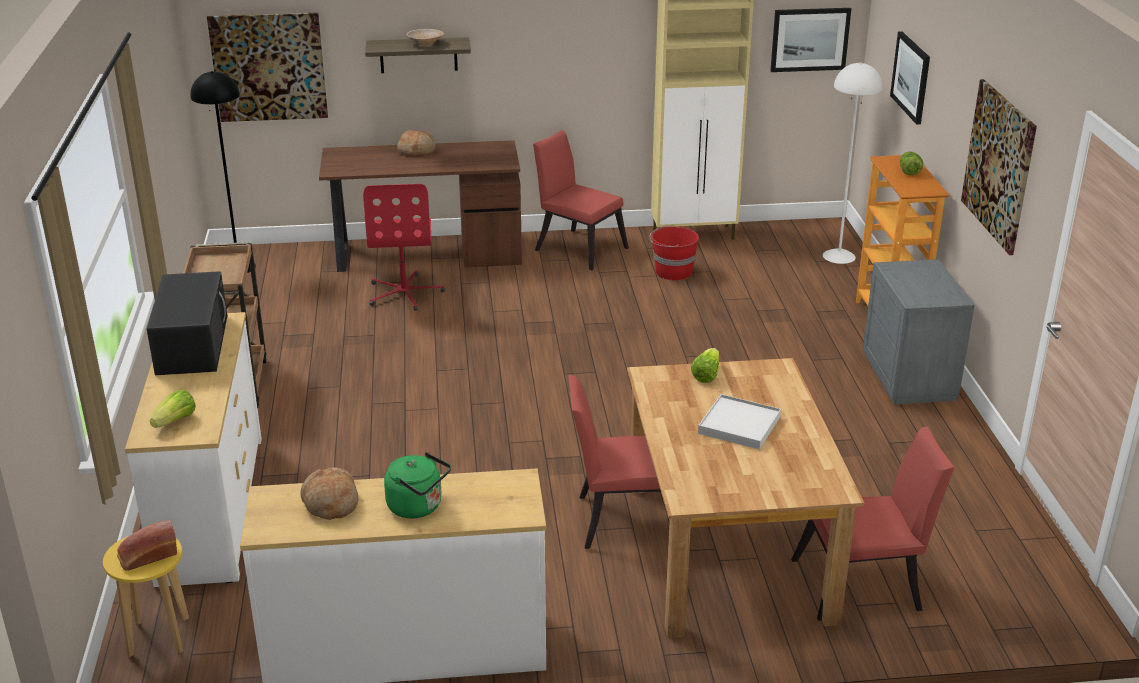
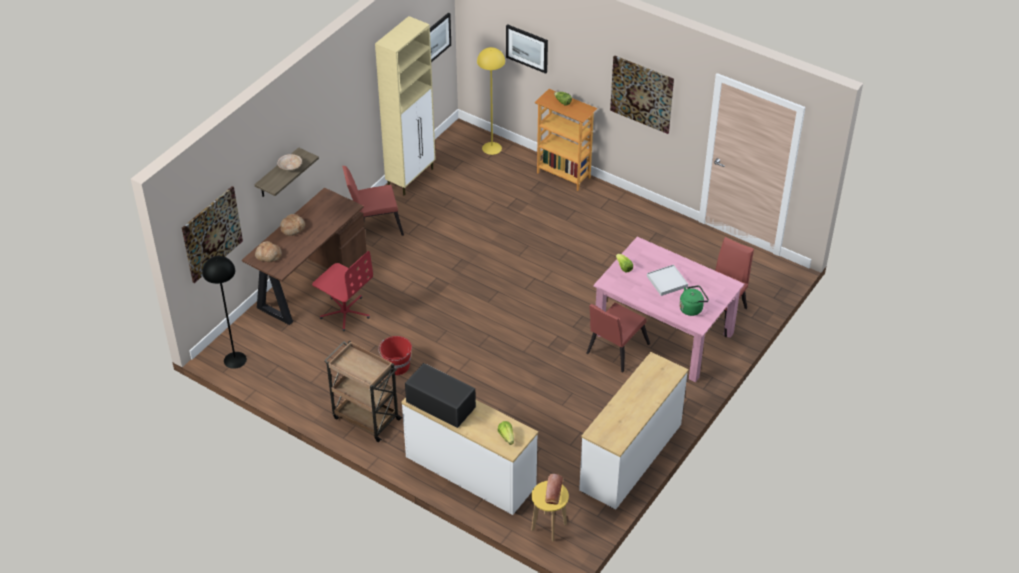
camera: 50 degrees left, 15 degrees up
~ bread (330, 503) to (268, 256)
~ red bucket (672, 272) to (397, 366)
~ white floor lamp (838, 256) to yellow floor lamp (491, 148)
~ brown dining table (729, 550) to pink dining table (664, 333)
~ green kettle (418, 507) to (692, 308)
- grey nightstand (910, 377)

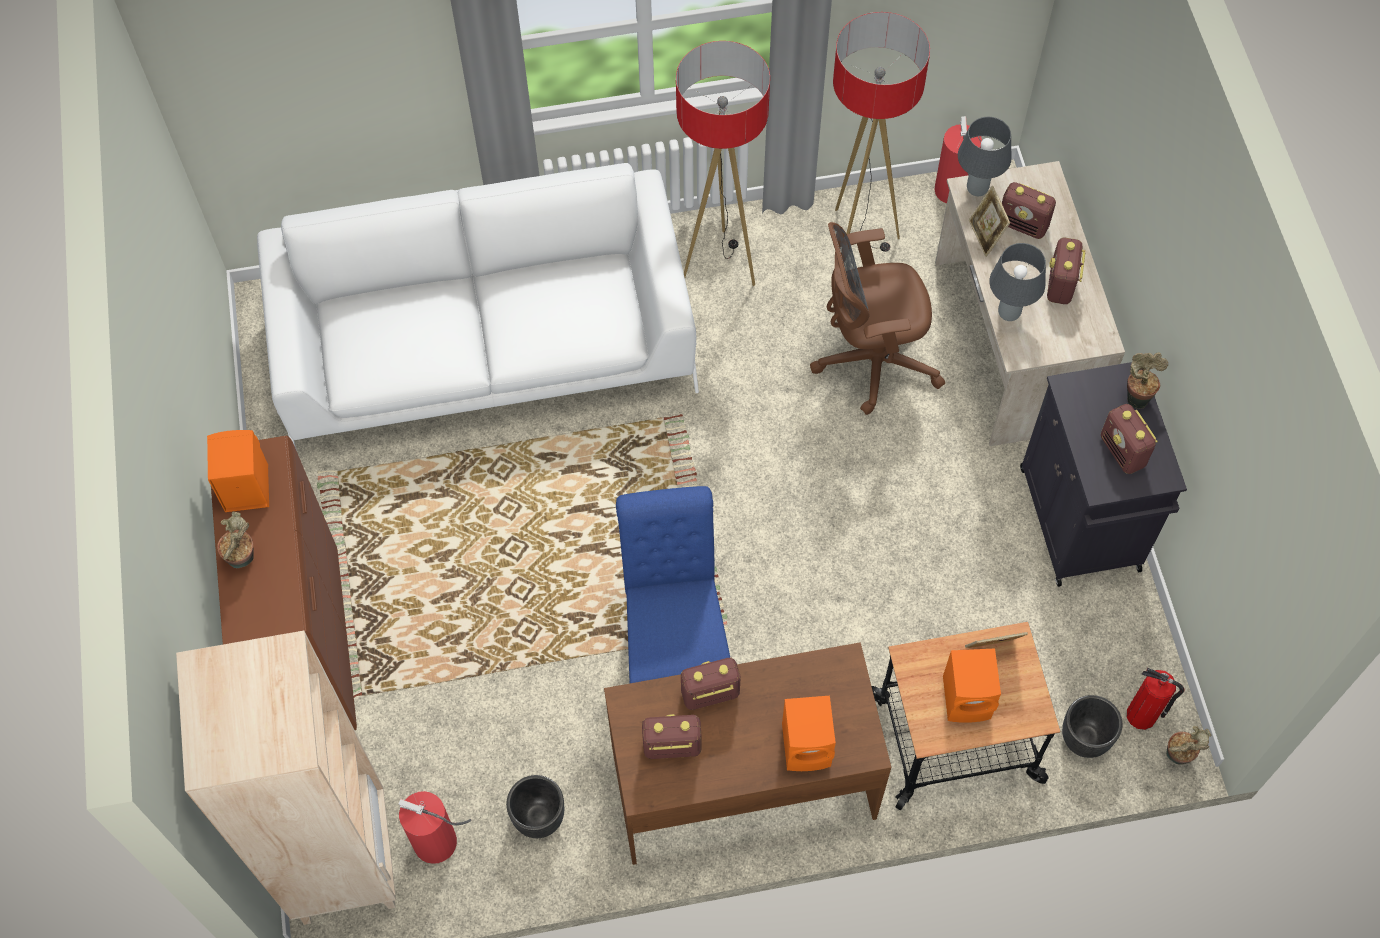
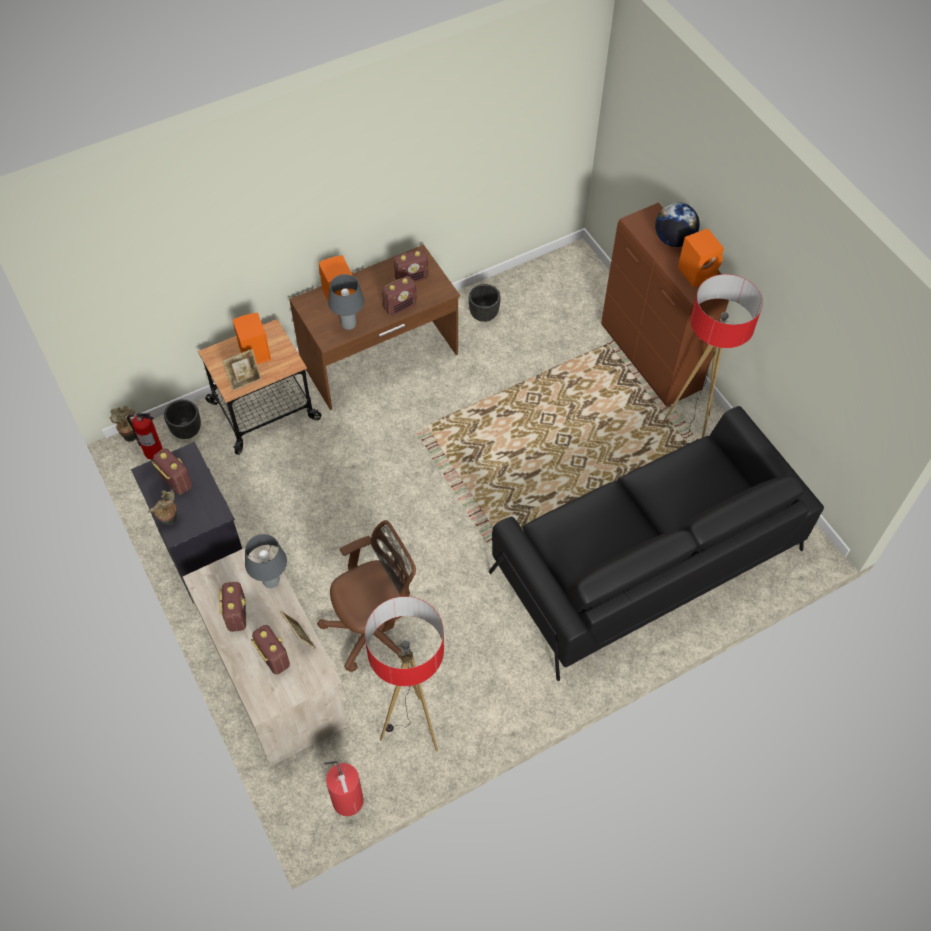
camera: 160 degrees right, 5 degrees down
~ radio (1023, 225) = (273, 657) 45 degrees clockwise
~ grey table lamp (977, 189) to (348, 325)
~ white sofa (486, 347) to black sofa (646, 560)
~ potted plant (244, 560) to globe (673, 240)
~ floor lamp (720, 265) to (690, 430)
- beige bookcase (343, 861)
- fire extinguisher (437, 843)
- blue chair (675, 647)

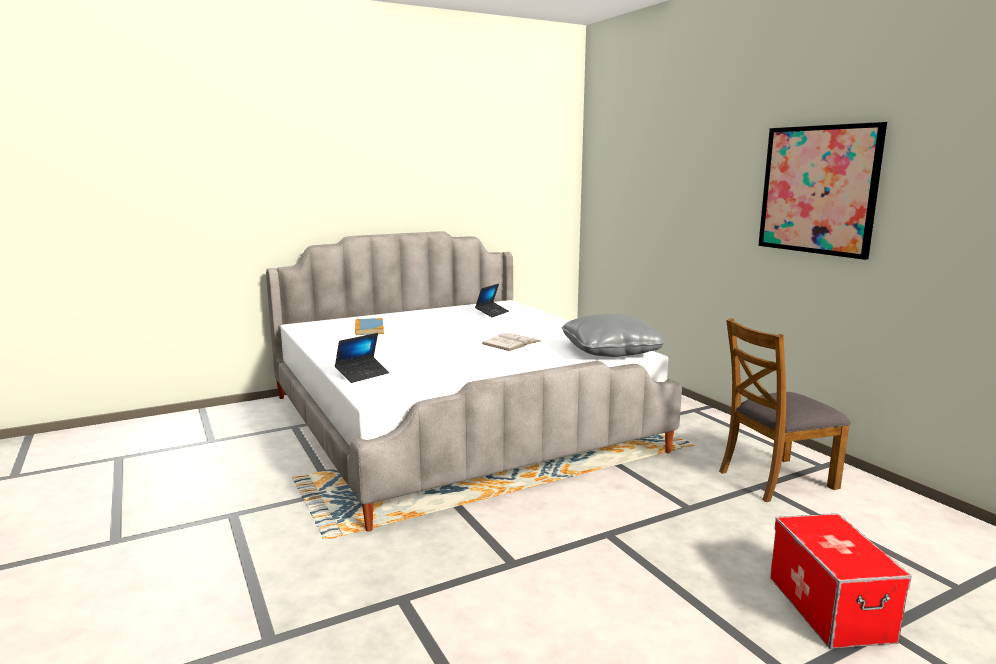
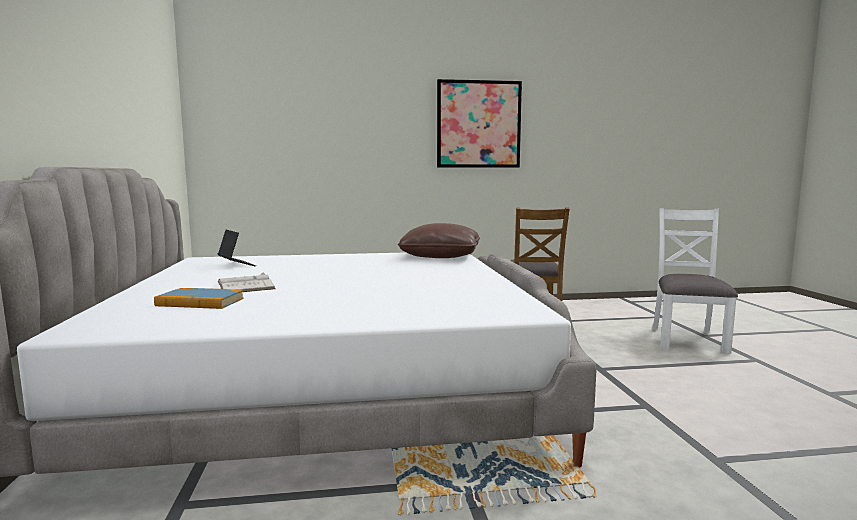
camera: 70 degrees left, 5 degrees down
~ white book (511, 342) to (245, 285)
~ grey pillow (610, 352) to brown pillow (441, 256)
~ storage box (830, 608) to white chair (687, 339)
- laptop (362, 374)

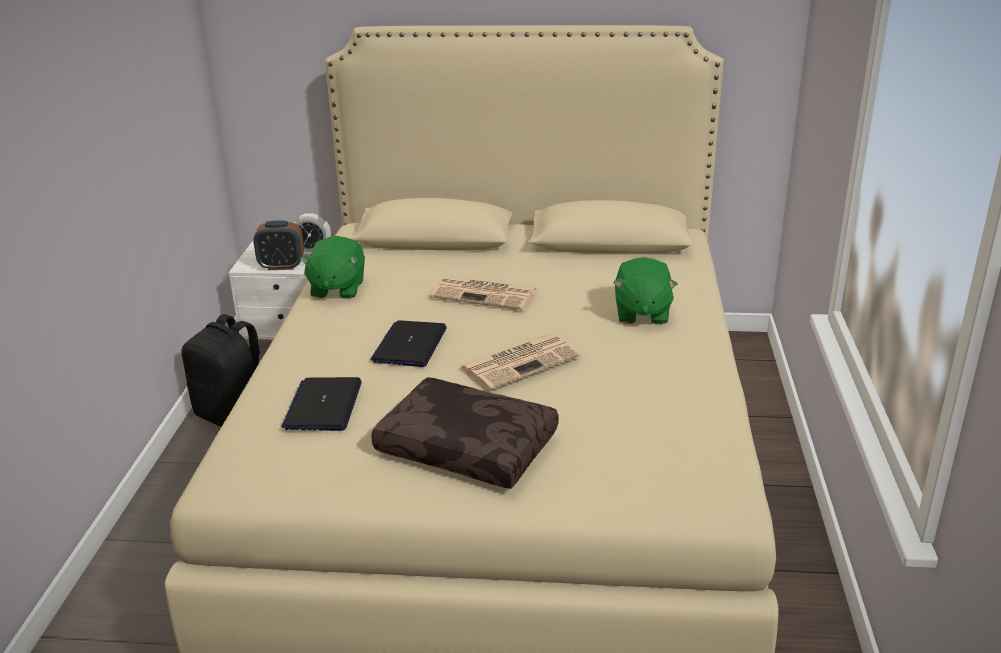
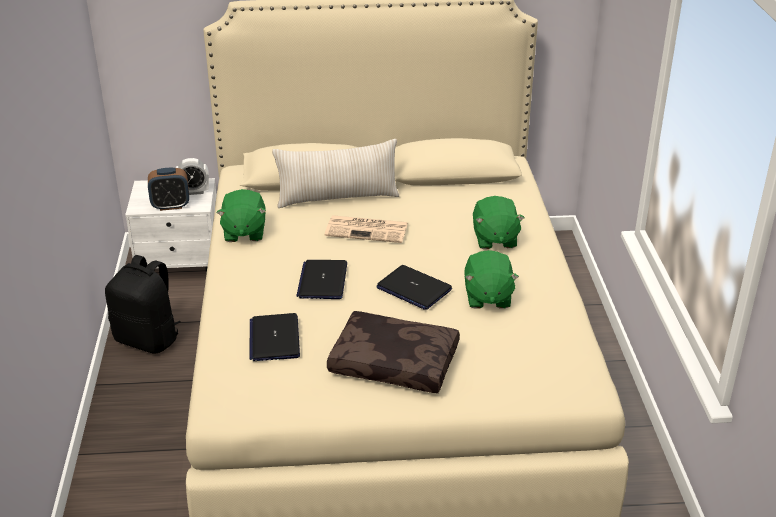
camera: 10 degrees left, 5 degrees up
+ beige pillow (337, 198)
~ newspaper (520, 361) to laptop (413, 289)
+ green plush toy (487, 297)

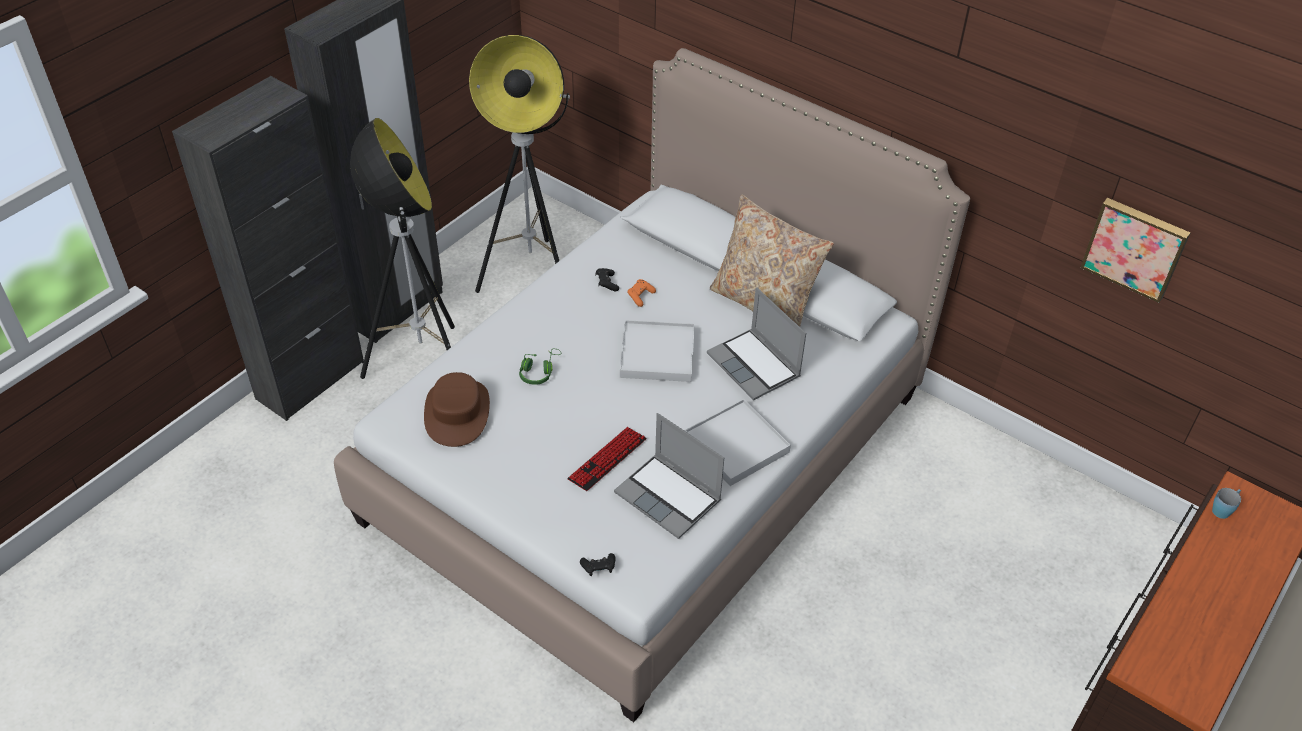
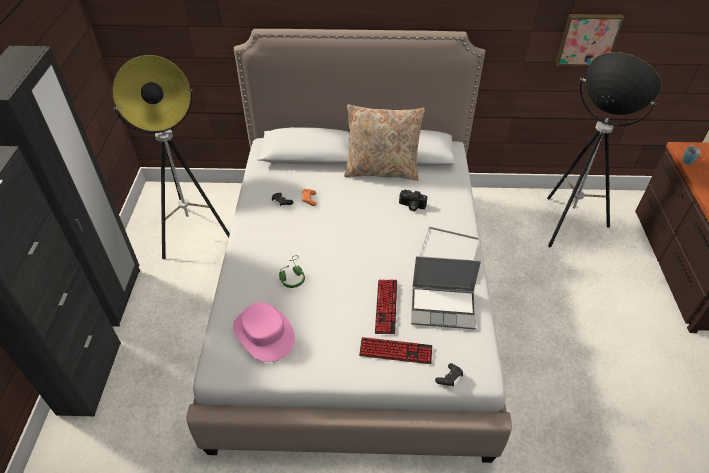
camera: 35 degrees left, 0 degrees up
~ brown hat (457, 413) to pink hat (264, 333)
+ keyboard (395, 351)
~ laptop (755, 366) to photo camera (411, 206)
~ floor lamp (423, 367) to (567, 224)
- white tray (657, 354)

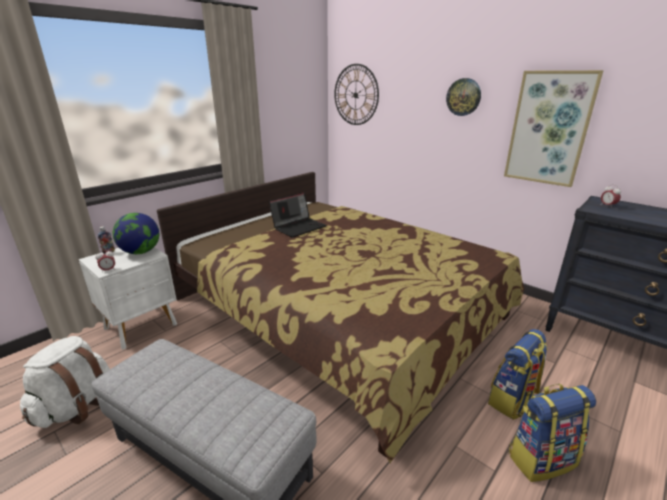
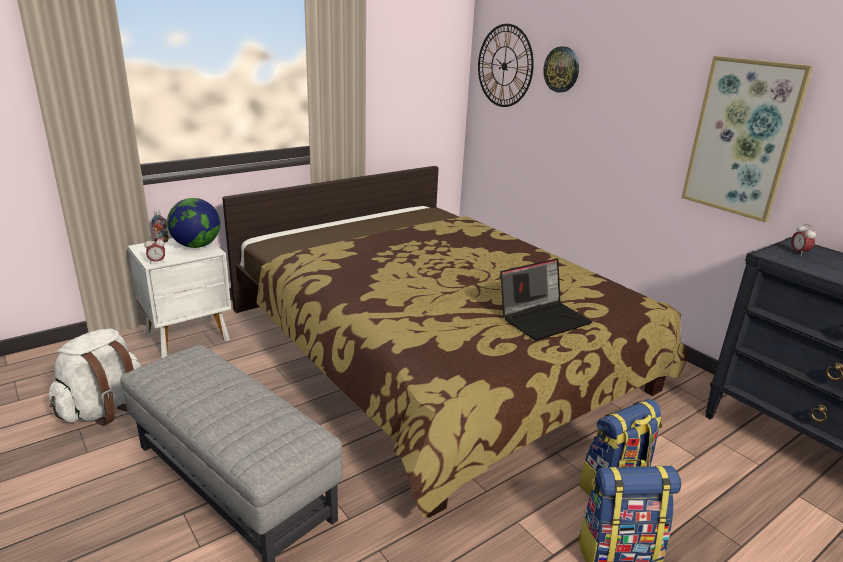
camera: 10 degrees right, 0 degrees up
~ laptop (299, 227) to (543, 318)
~ wall clock (463, 97) to (561, 69)

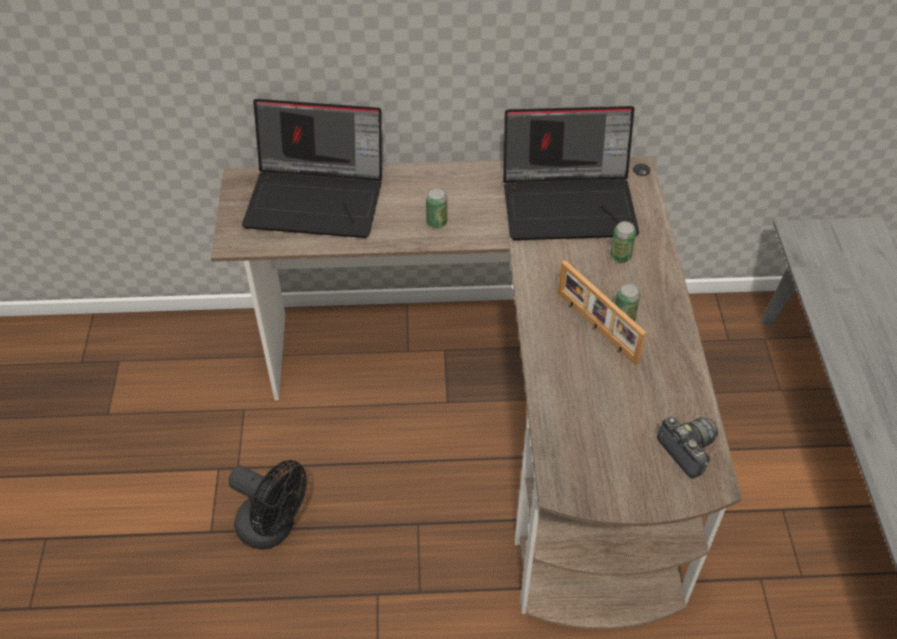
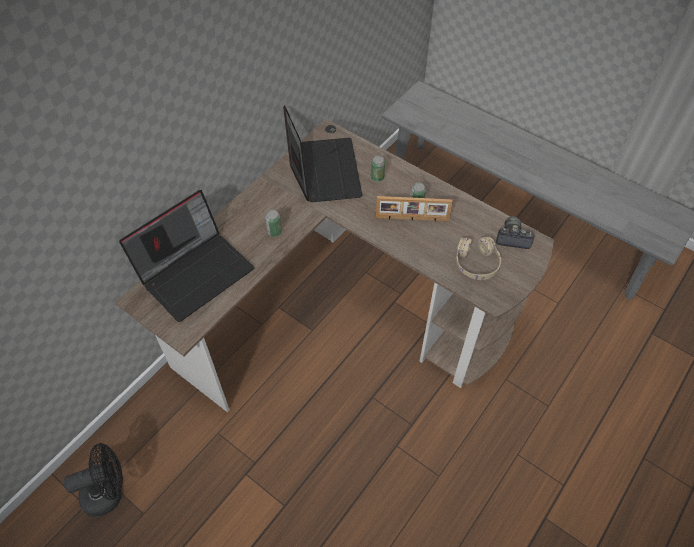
camera: 50 degrees left, 5 degrees up
~ black fan (274, 528) to (109, 492)
~ laptop (570, 203) = (322, 170) 45 degrees counterclockwise
+ beige headphones (476, 263)

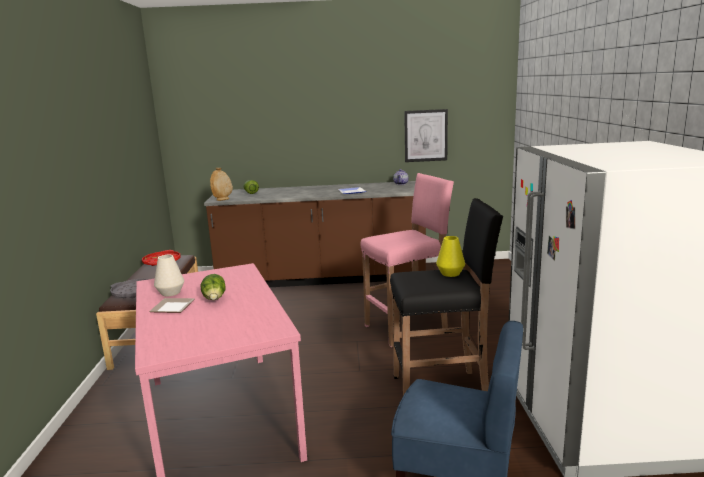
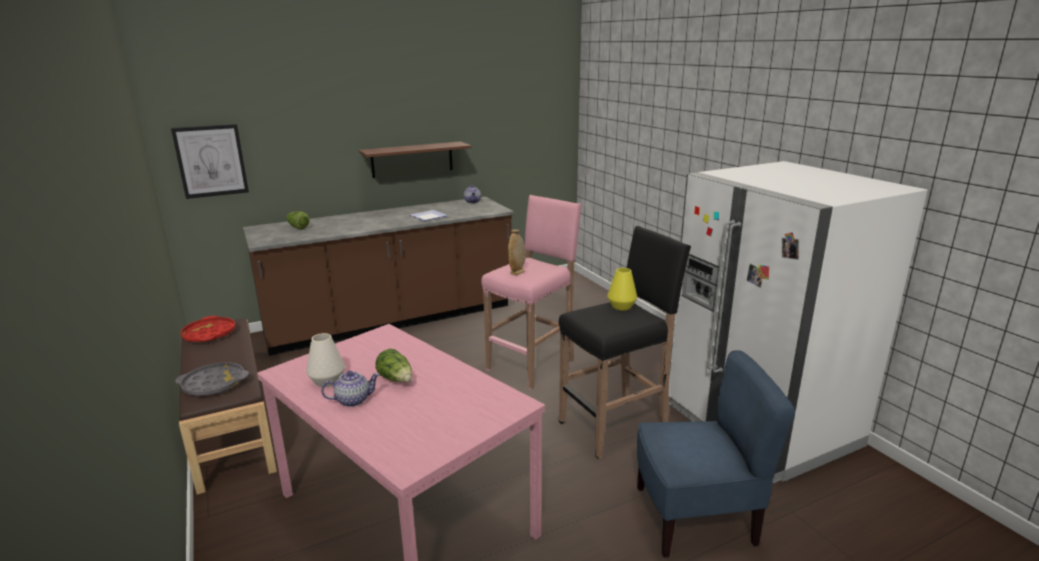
camera: 25 degrees left, 5 degrees up
~ picture (425, 135) to (211, 161)
~ plate (172, 307) to teapot (353, 400)
+ brown shelf (412, 159)
~ beige vase (223, 199) to (517, 272)

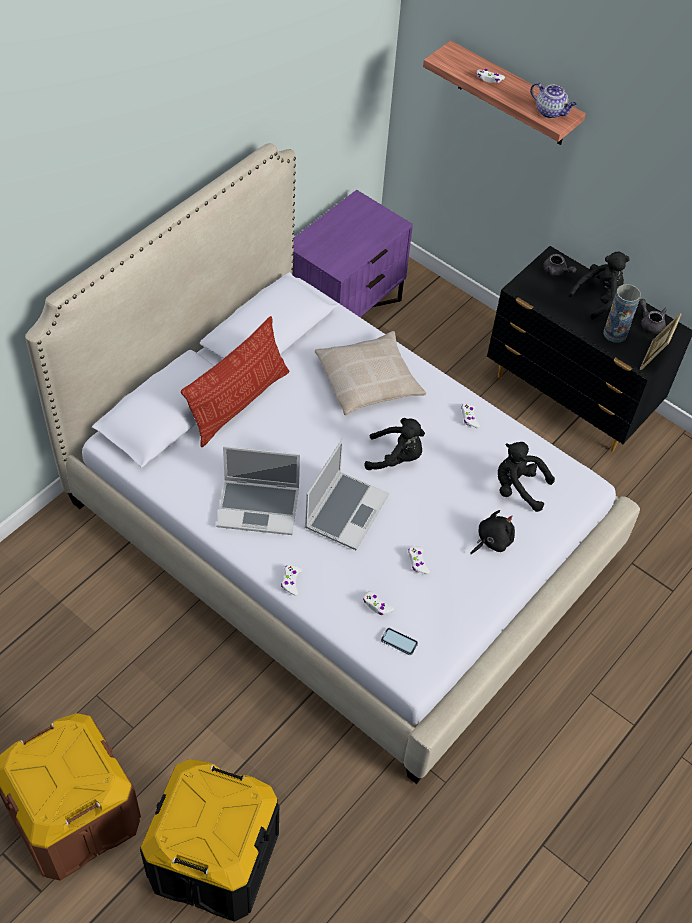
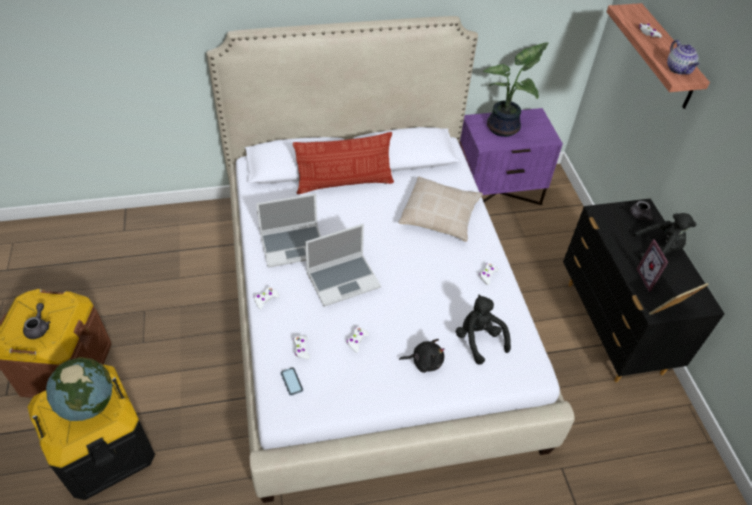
camera: 40 degrees right, 5 degrees down
~ grey teapot (650, 323) to (39, 327)
+ globe (88, 404)
~ laptop (259, 507) = (293, 245) 60 degrees counterclockwise
+ potted plant (505, 128)
~ vase (615, 333) to picture frame (650, 279)
- black plush toy (396, 457)

